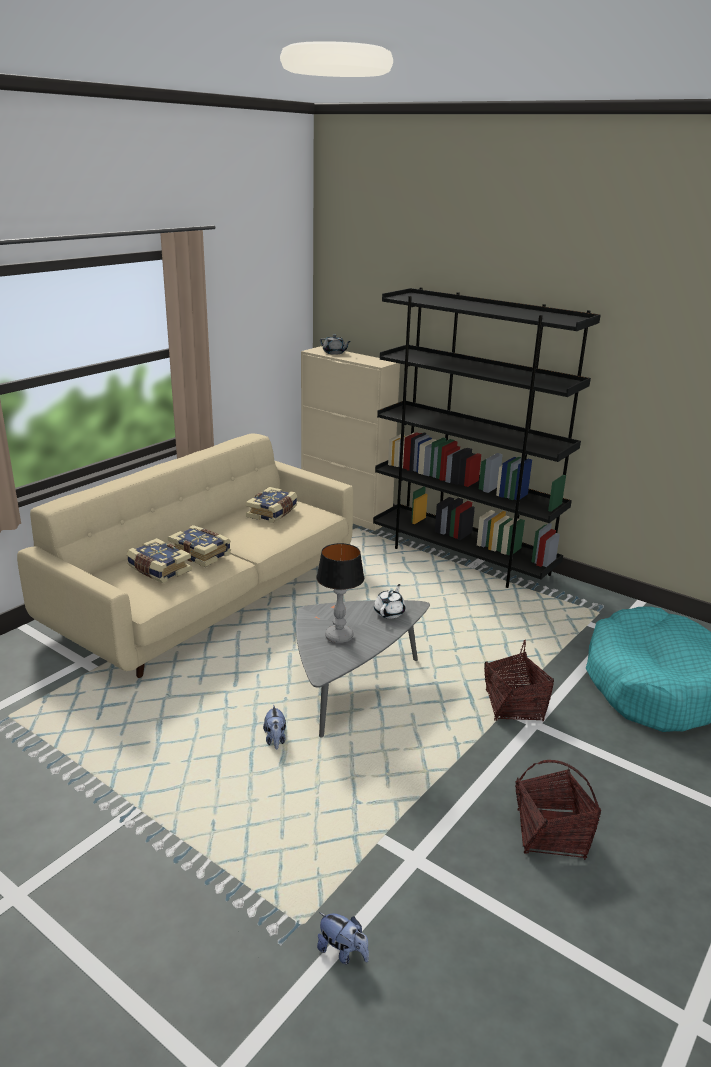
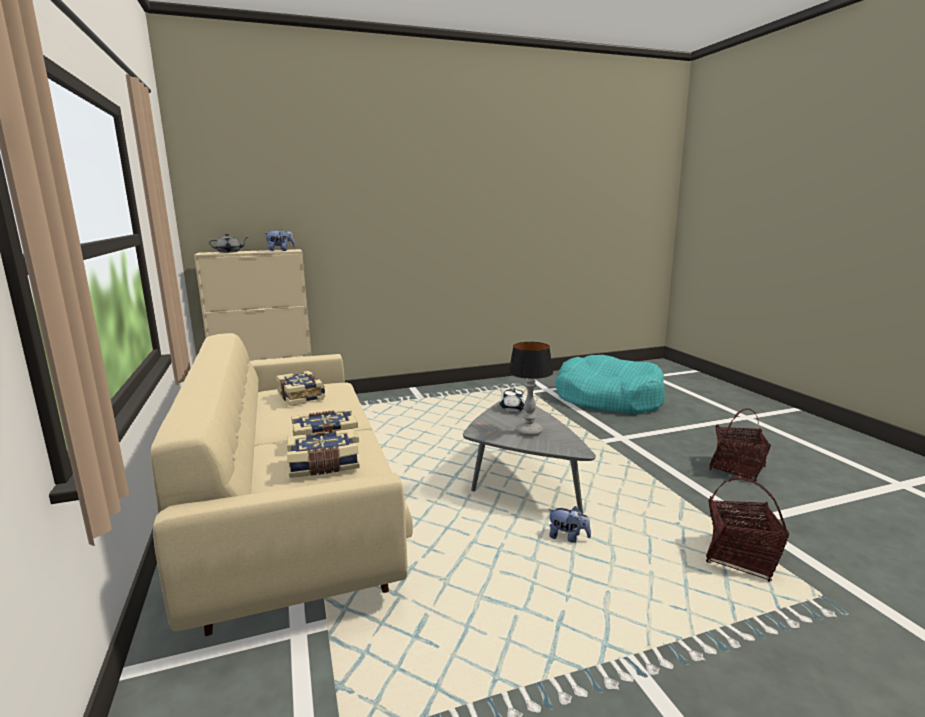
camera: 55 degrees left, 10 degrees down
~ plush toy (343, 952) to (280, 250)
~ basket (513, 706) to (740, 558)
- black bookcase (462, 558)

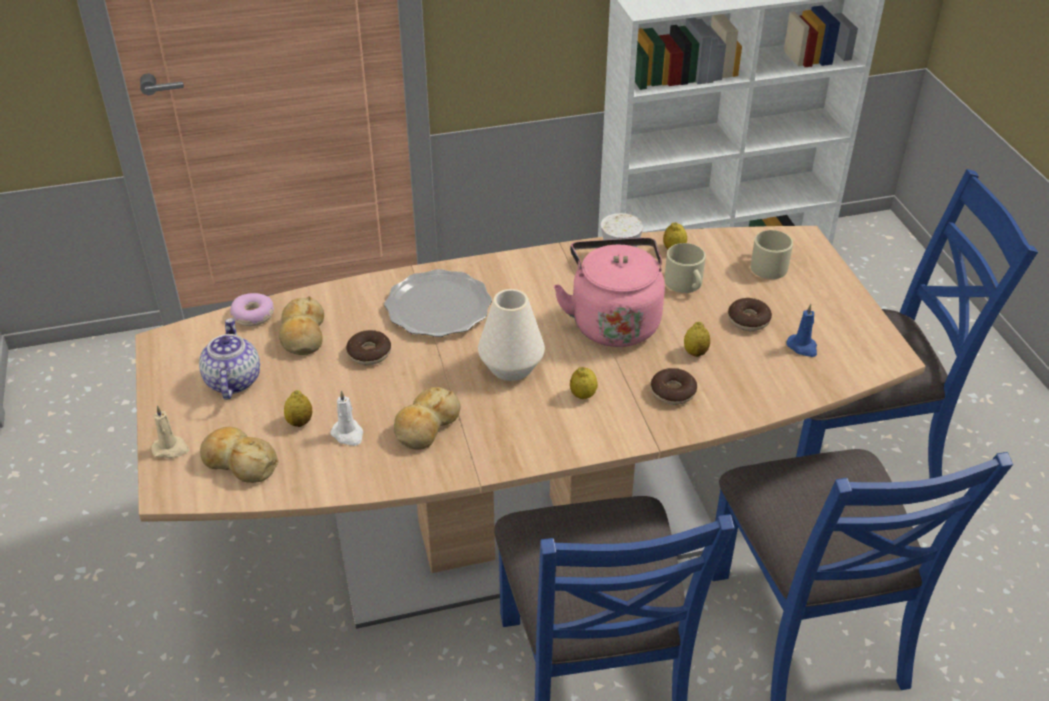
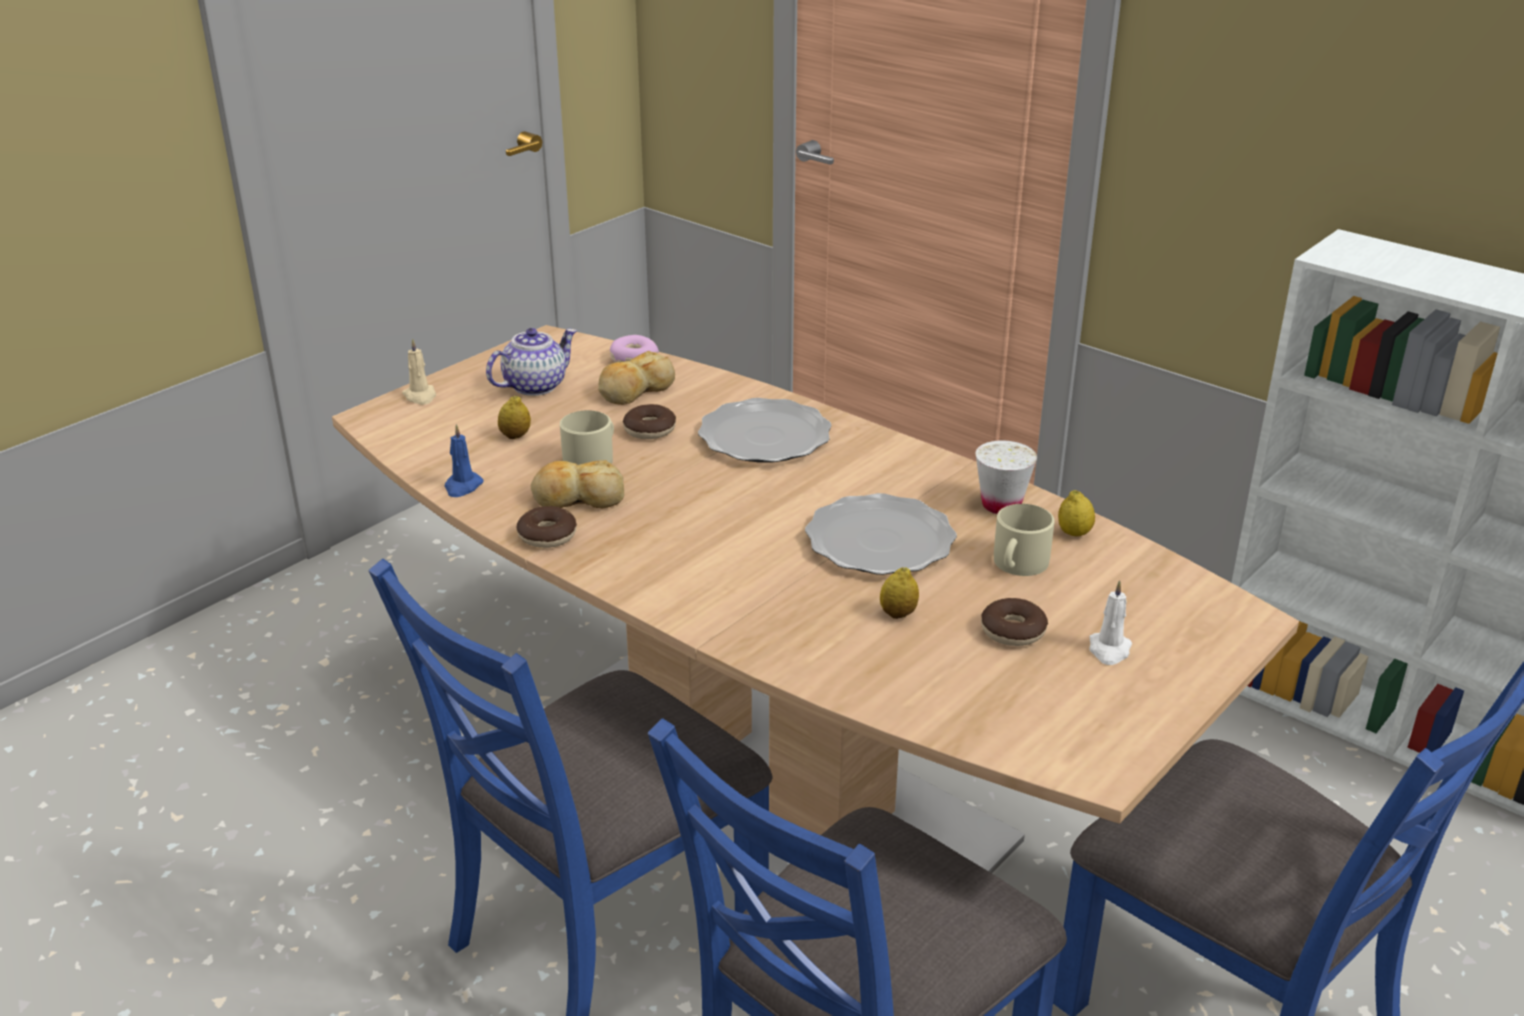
camera: 55 degrees right, 10 degrees down
~ blue candle (802, 347) to (462, 487)
~ donut (673, 392) to (547, 536)
~ beige mug (766, 265) to (592, 459)
~ pink kettle (613, 321) to plate (881, 541)
~ white candle (348, 434) to (1109, 650)
- bread (239, 462)
- white vase (511, 367)
- lemon (583, 395)

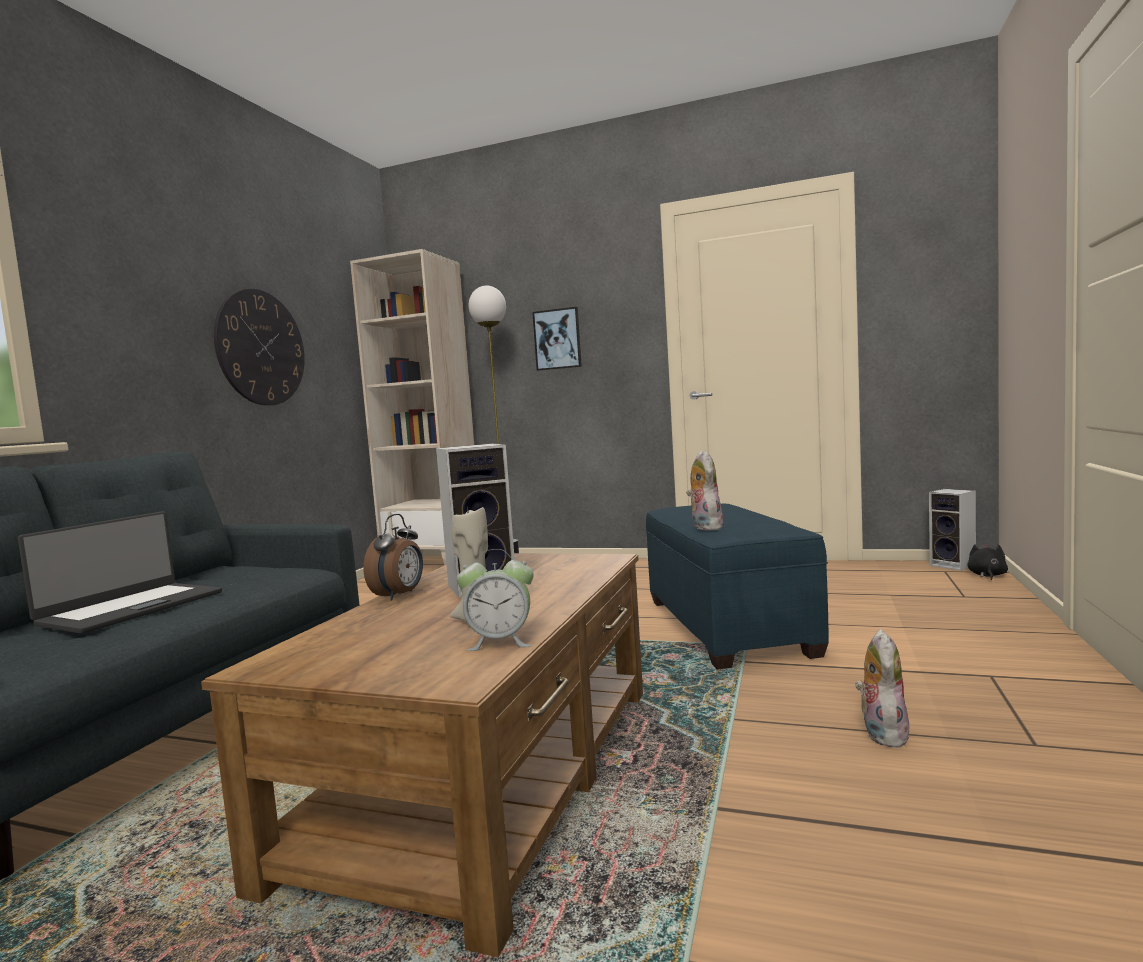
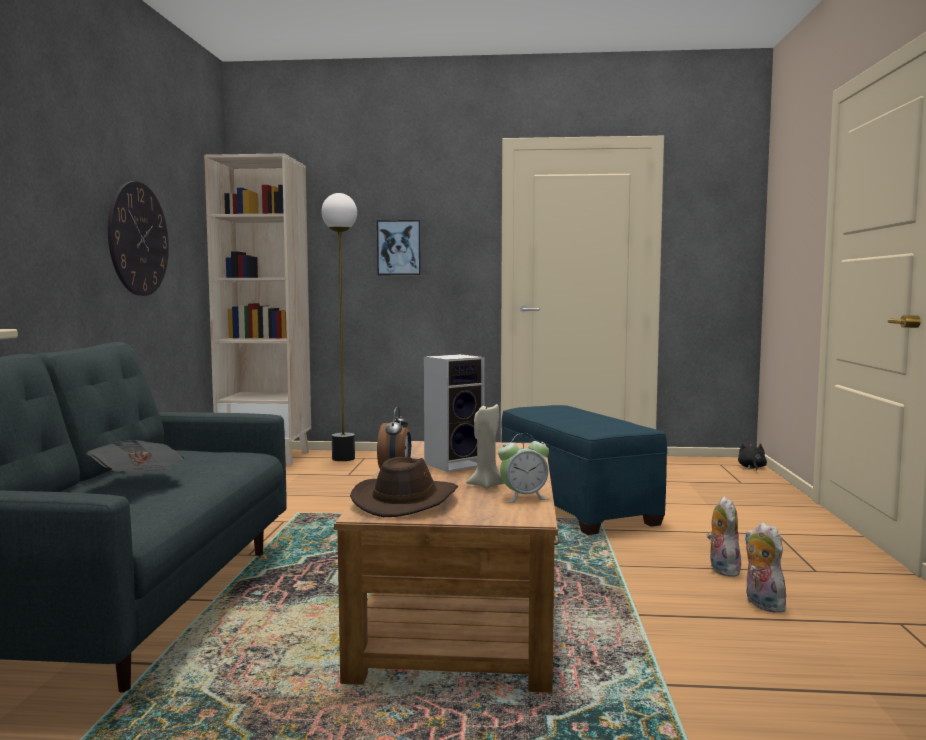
camera: 15 degrees left, 0 degrees up
~ laptop (131, 608) to newspaper (140, 482)
+ brown hat (406, 501)
~ plush toy (704, 527) to (761, 604)
- speaker (954, 565)

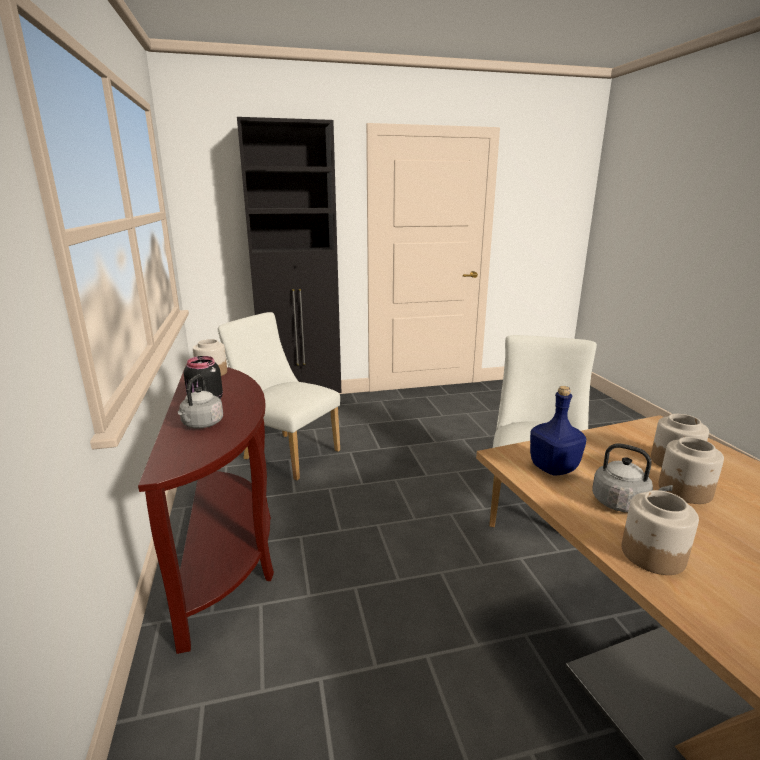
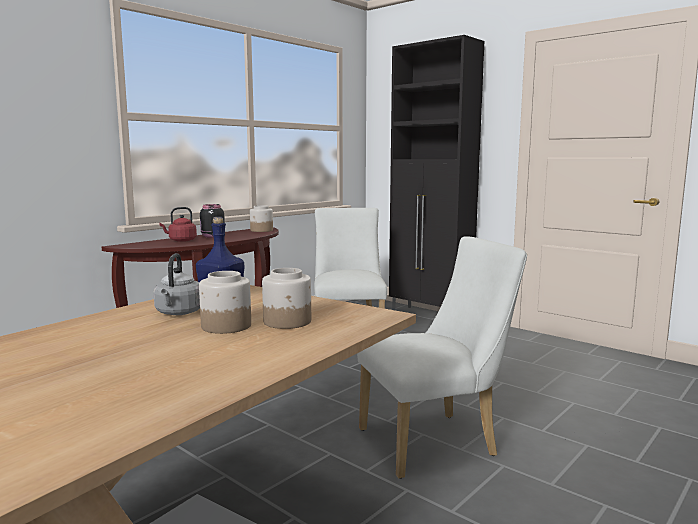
camera: 55 degrees right, 10 degrees down
~ grey kettle (201, 424) to red kettle (181, 240)
- jar (652, 554)

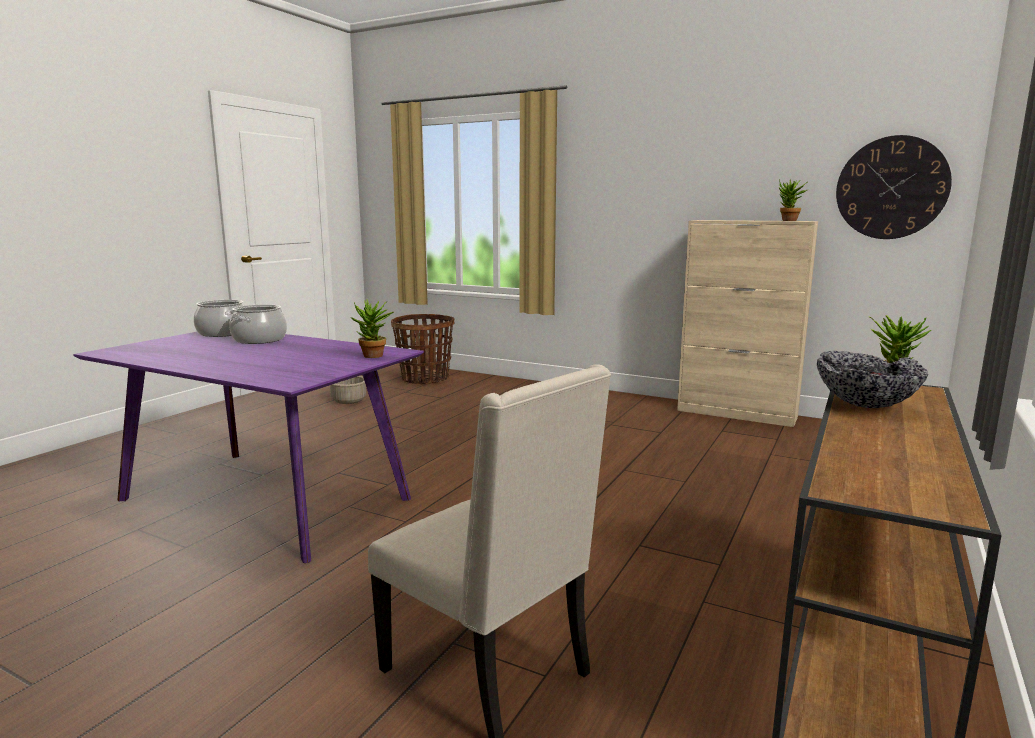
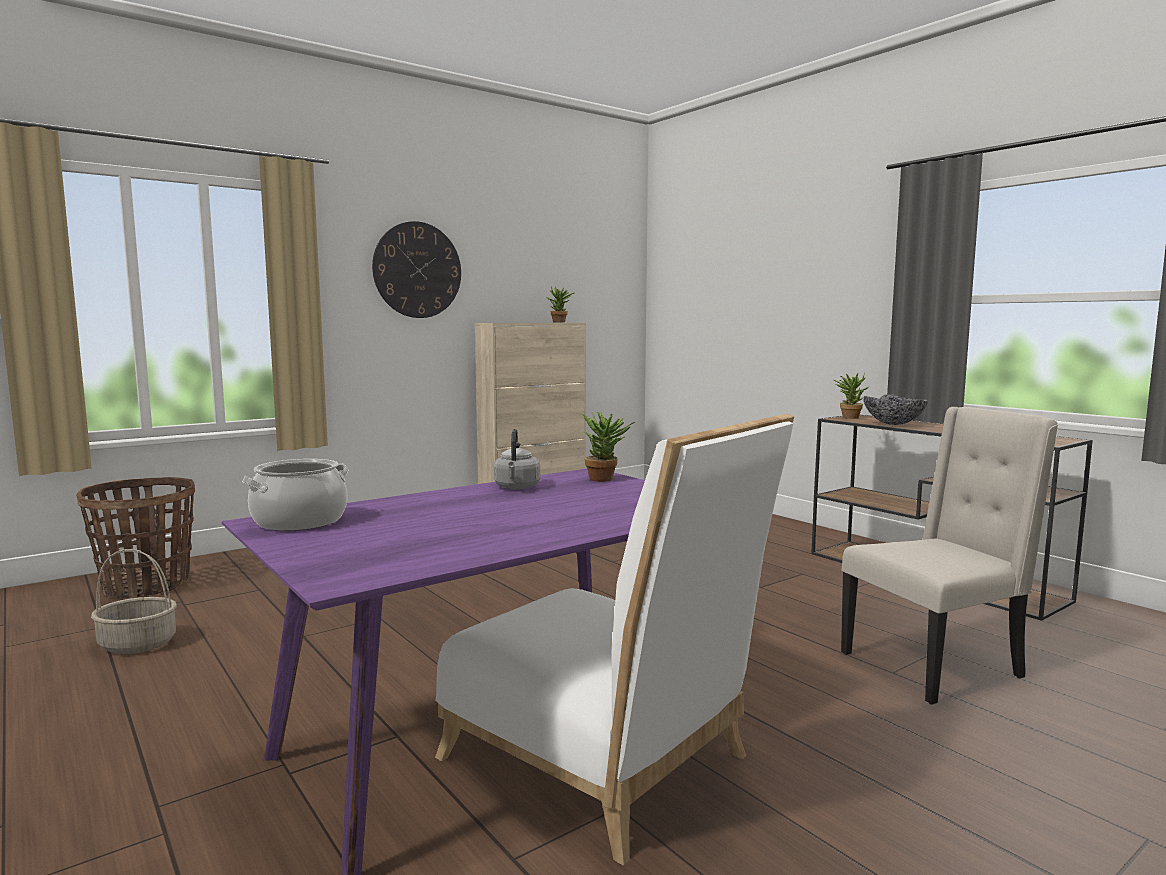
camera: 65 degrees left, 5 degrees down
~ wall clock (891, 188) to (417, 270)
+ white chair (607, 764)
+ grey kettle (517, 487)
- cooking pot (259, 340)

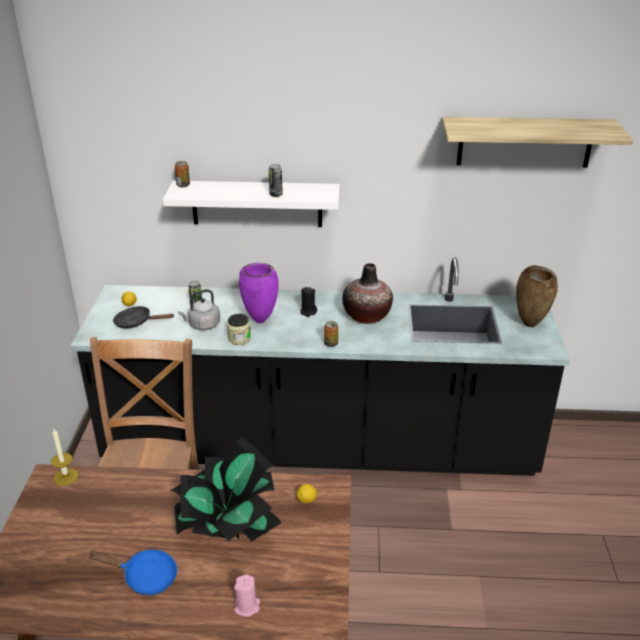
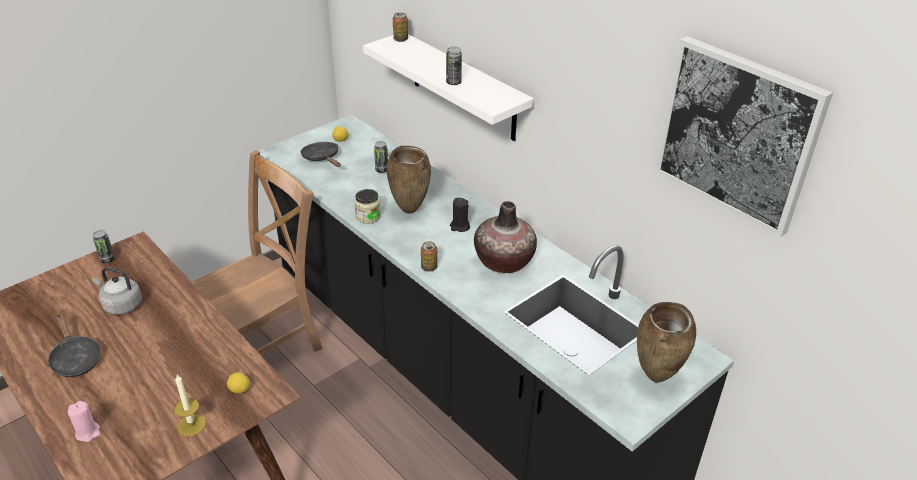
camera: 45 degrees right, 5 degrees up
~ blue frying pan (145, 577) to black frying pan (75, 358)
+ can (107, 260)
~ grey kettle (202, 325) to (121, 305)
~ candle (66, 477) to (191, 425)
~ purple vase (261, 320) to brown vase (410, 210)
~ shelf (525, 142) to picture (737, 134)
- potted plant (227, 528)

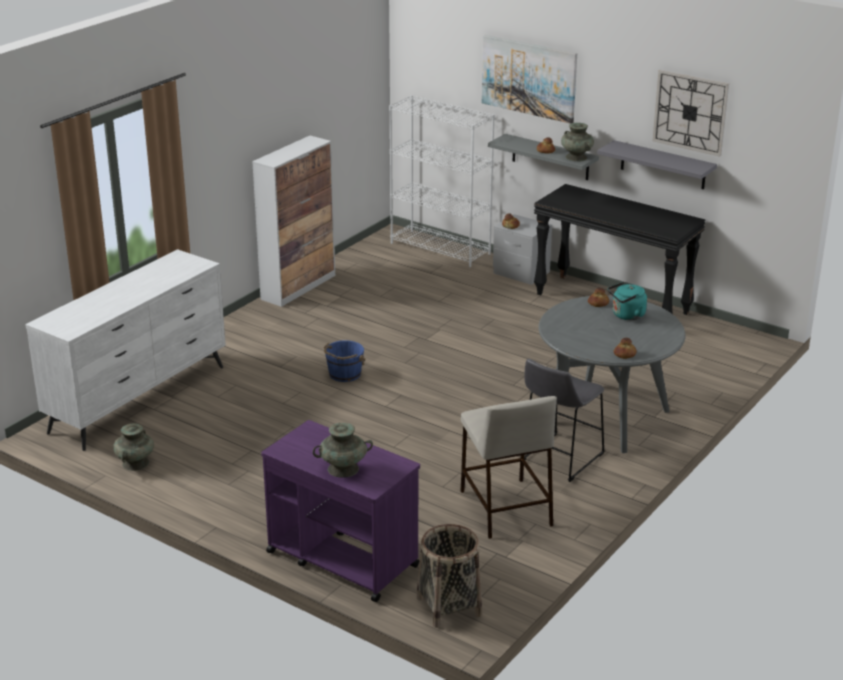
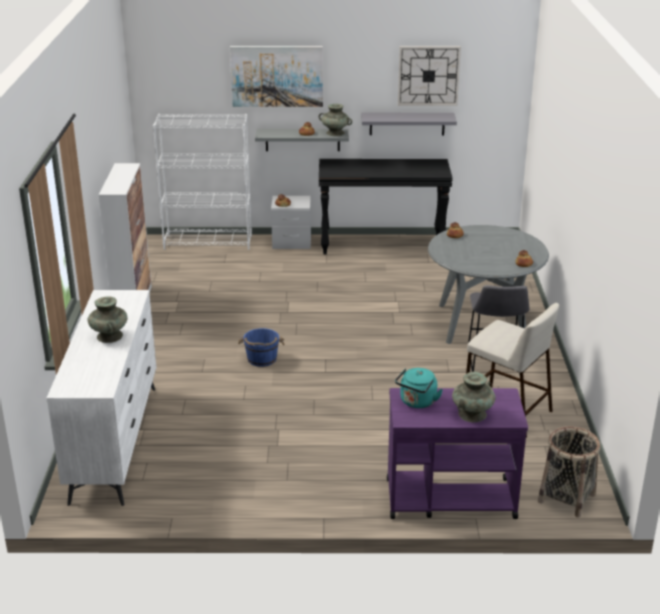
camera: 35 degrees left, 0 degrees up
~ turquoise vase (135, 463) to (109, 336)
~ turquoise kettle (626, 315) to (417, 402)

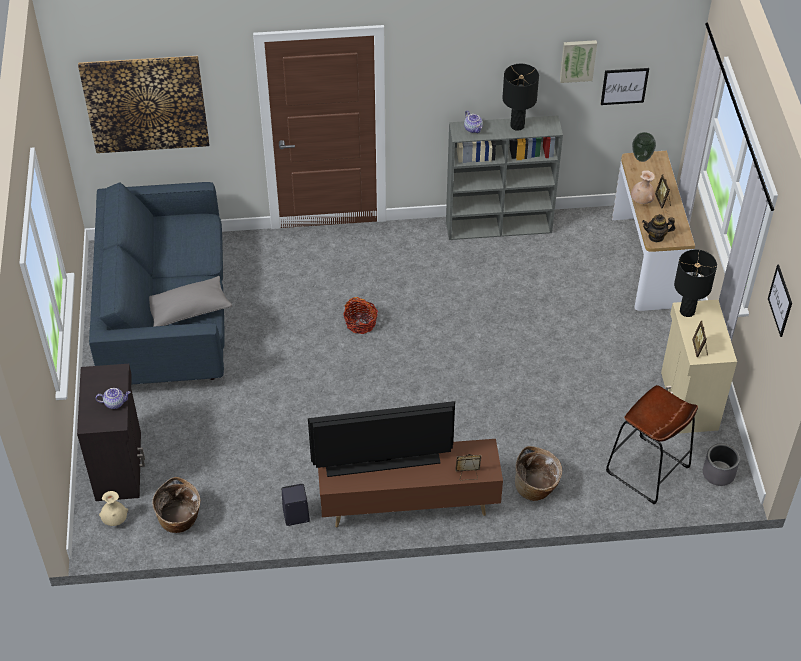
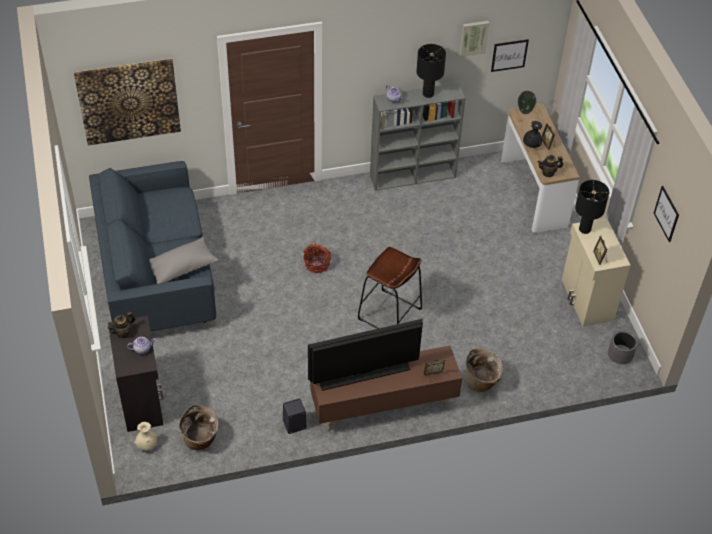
camera: 10 degrees left, 0 degrees up
+ teapot (123, 333)
~ brown stool (647, 470) to (389, 314)
~ beige vase (641, 201) to black vase (531, 146)

